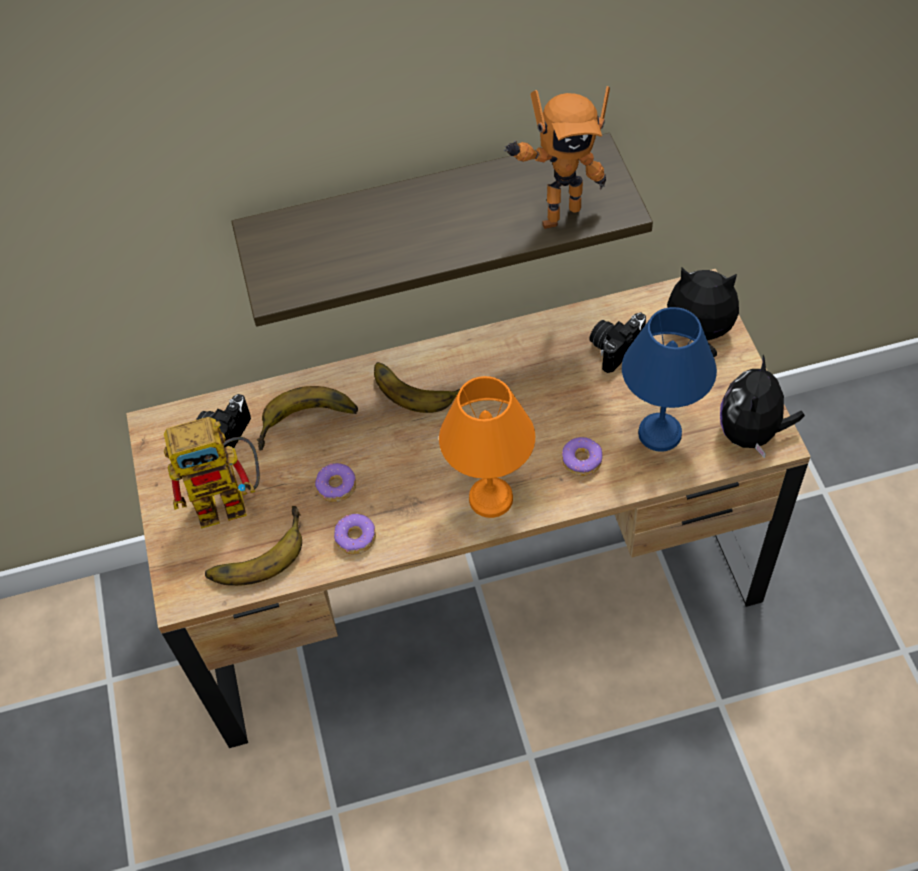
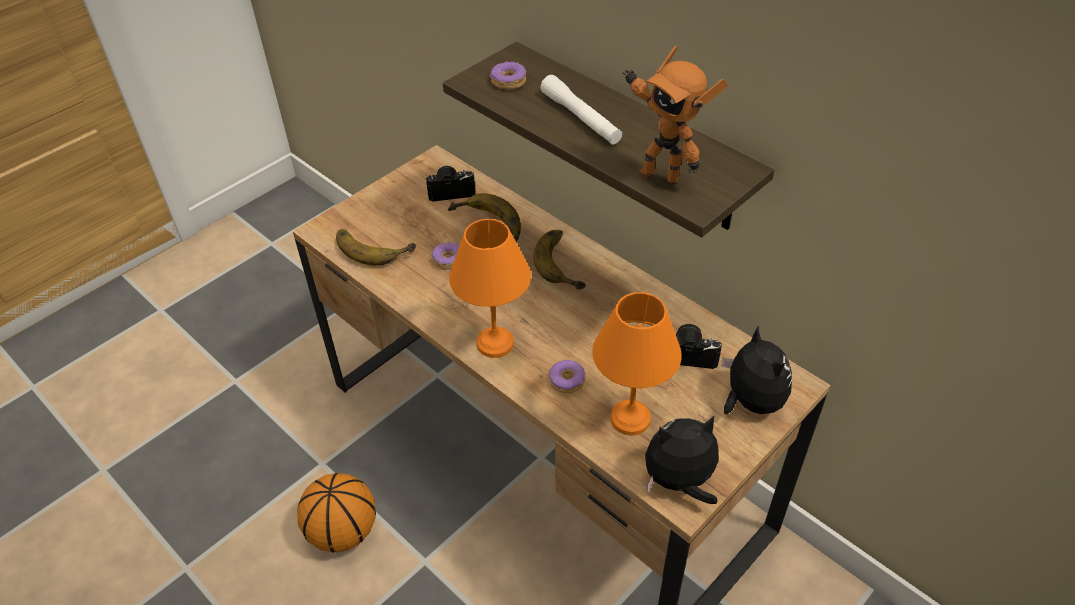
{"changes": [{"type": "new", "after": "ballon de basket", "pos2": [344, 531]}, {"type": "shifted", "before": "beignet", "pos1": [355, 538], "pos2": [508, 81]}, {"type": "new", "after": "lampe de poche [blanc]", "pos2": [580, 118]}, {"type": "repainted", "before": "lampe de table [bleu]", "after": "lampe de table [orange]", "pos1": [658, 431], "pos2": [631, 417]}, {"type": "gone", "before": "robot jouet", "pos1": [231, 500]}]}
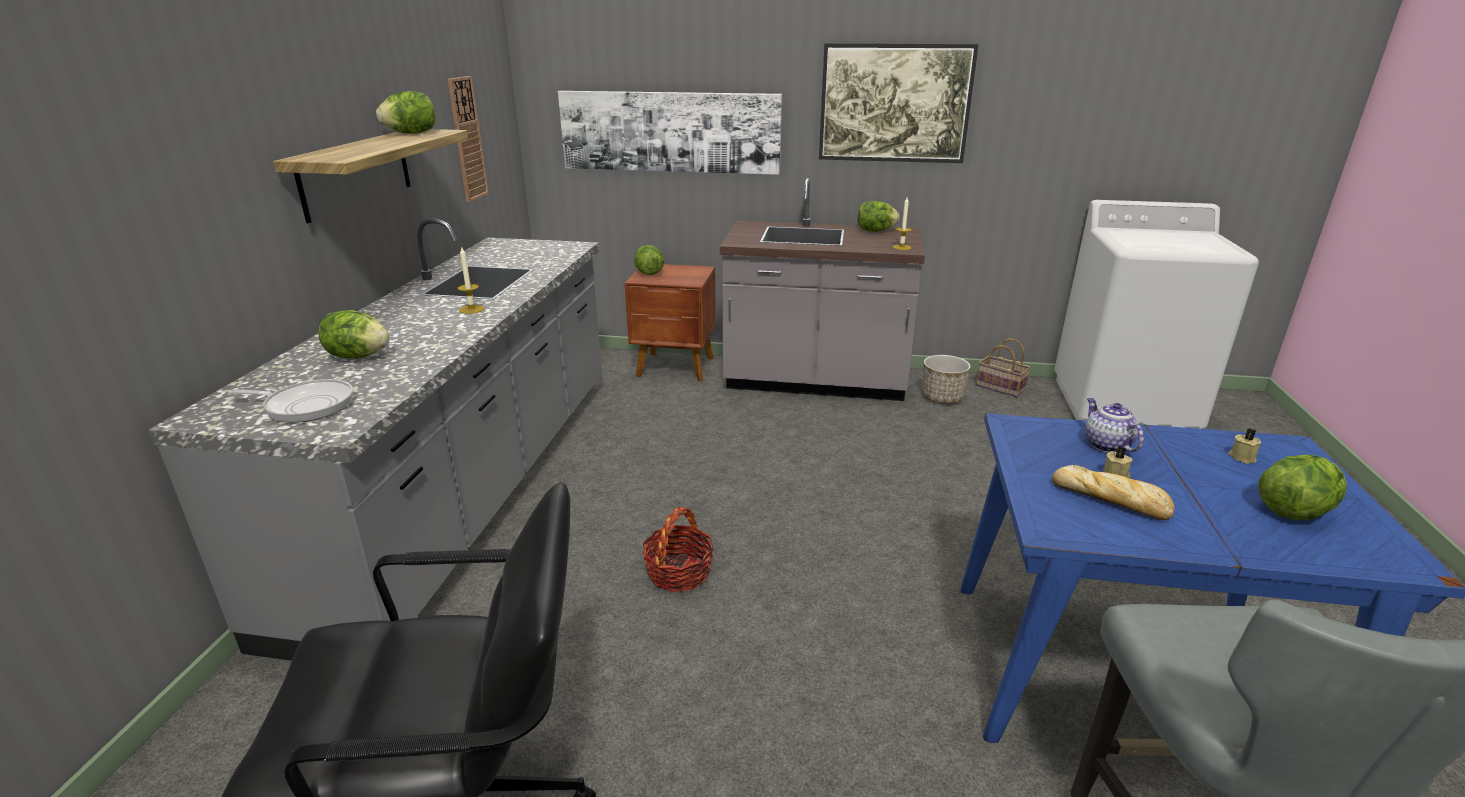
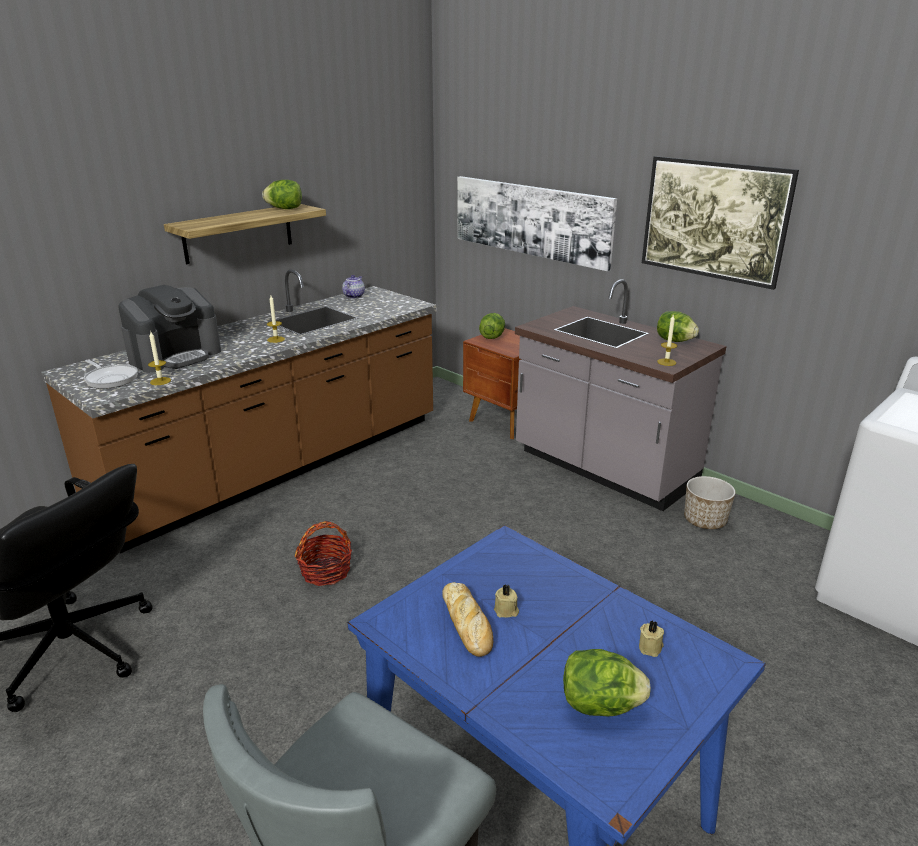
{"changes": [{"type": "repainted", "before": "comptoir de cuisine [gris]", "after": "comptoir de cuisine [marron]", "pos1": [472, 488], "pos2": [279, 466]}, {"type": "swapped", "before": "laitue", "after": "machine à café", "pos1": [358, 356], "pos2": [175, 356]}, {"type": "new", "after": "bougie", "pos2": [160, 381]}, {"type": "shifted", "before": "théière", "pos1": [1106, 444], "pos2": [354, 296]}, {"type": "gone", "before": "horloge murale", "pos1": [467, 139]}, {"type": "gone", "before": "panier", "pos1": [999, 387]}]}
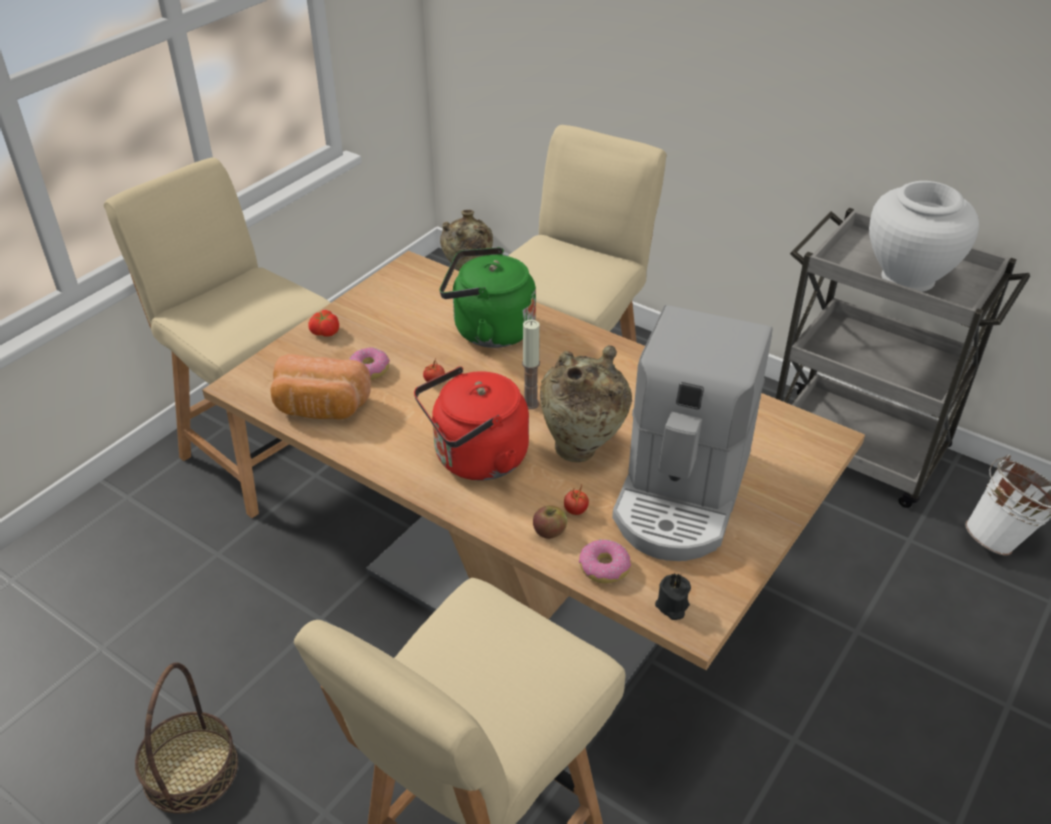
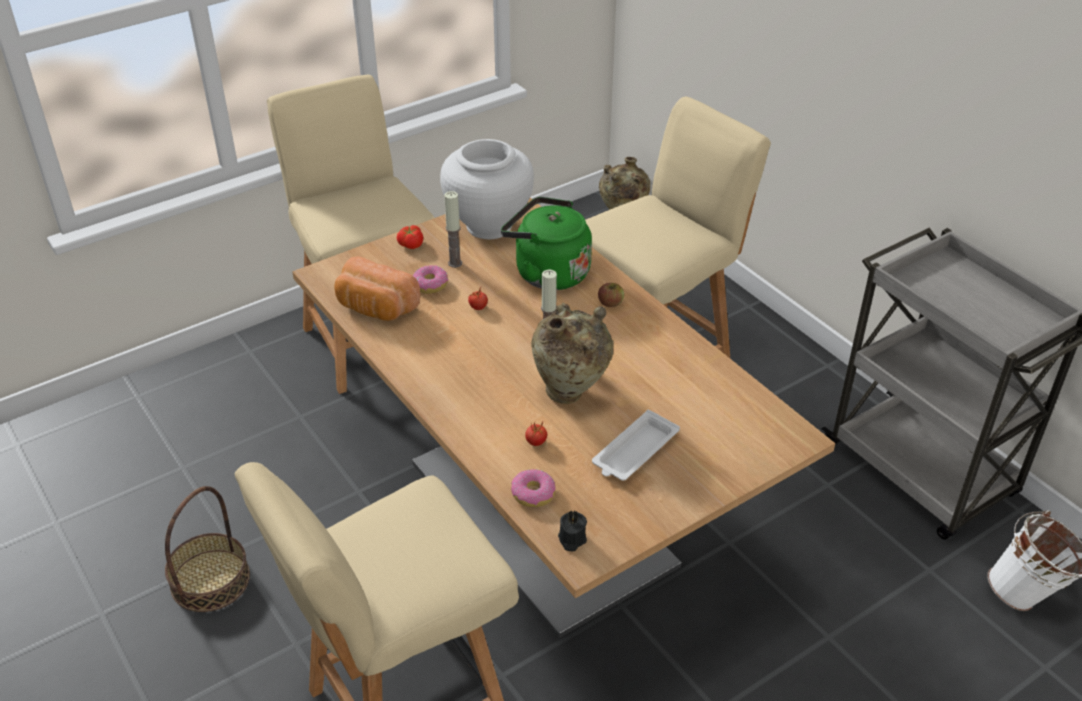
{"changes": [{"type": "shifted", "before": "vase [blanc]", "pos1": [908, 278], "pos2": [489, 226]}, {"type": "new", "after": "bougie", "pos2": [455, 263]}, {"type": "swapped", "before": "machine à café", "after": "plateau [blanc]", "pos1": [681, 494], "pos2": [634, 452]}, {"type": "shifted", "before": "pomme", "pos1": [549, 531], "pos2": [610, 303]}, {"type": "gone", "before": "bouilloire [rouge]", "pos1": [476, 459]}]}
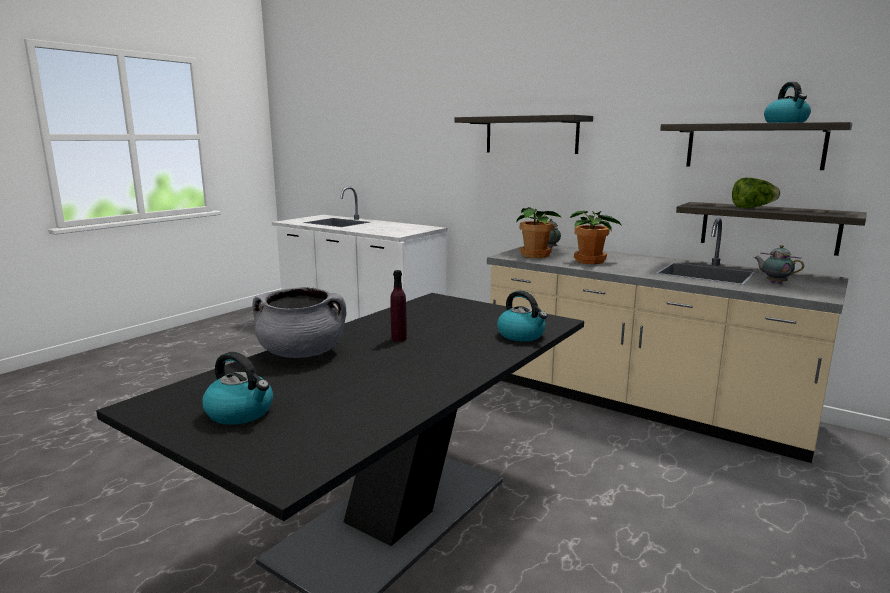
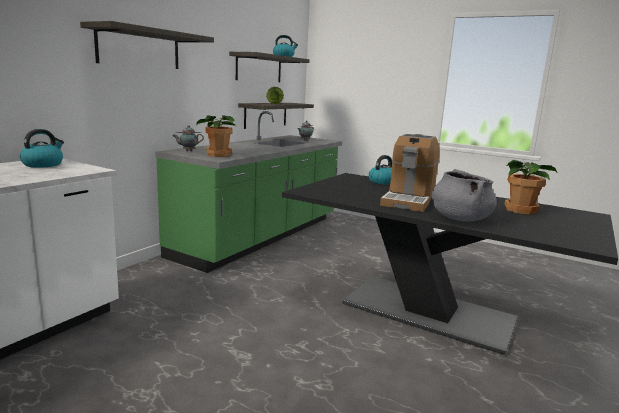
{"changes": [{"type": "shifted", "before": "bouilloire", "pos1": [241, 413], "pos2": [43, 164]}, {"type": "repainted", "before": "comptoir de cuisine [beige]", "after": "comptoir de cuisine [vert]", "pos1": [640, 403], "pos2": [260, 236]}, {"type": "swapped", "before": "bouteille [violet]", "after": "machine à café", "pos1": [399, 338], "pos2": [408, 200]}, {"type": "shifted", "before": "plante en pot", "pos1": [591, 261], "pos2": [521, 210]}]}
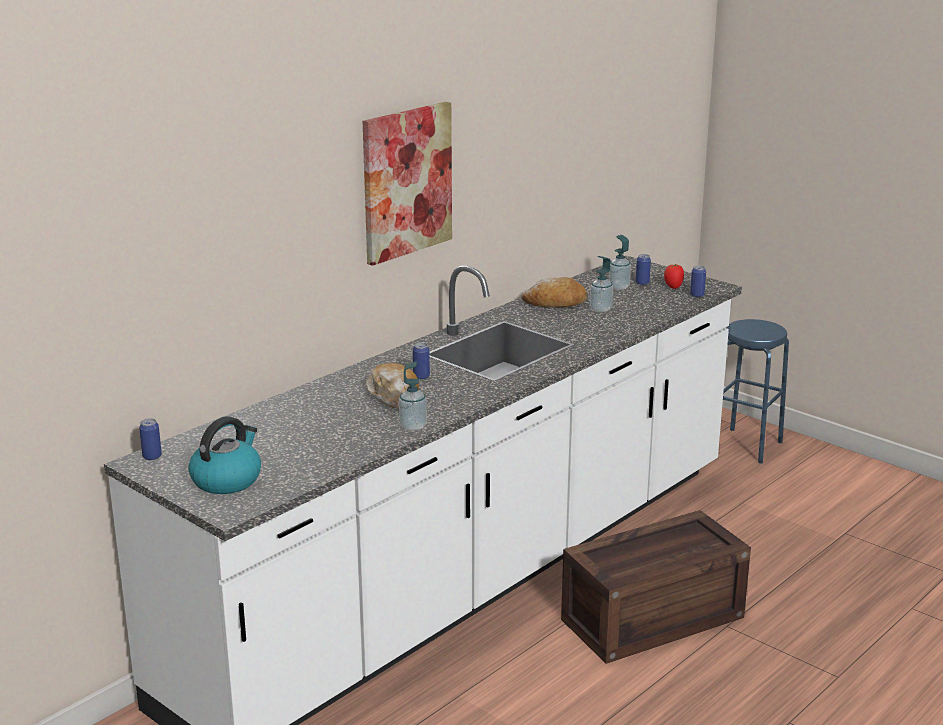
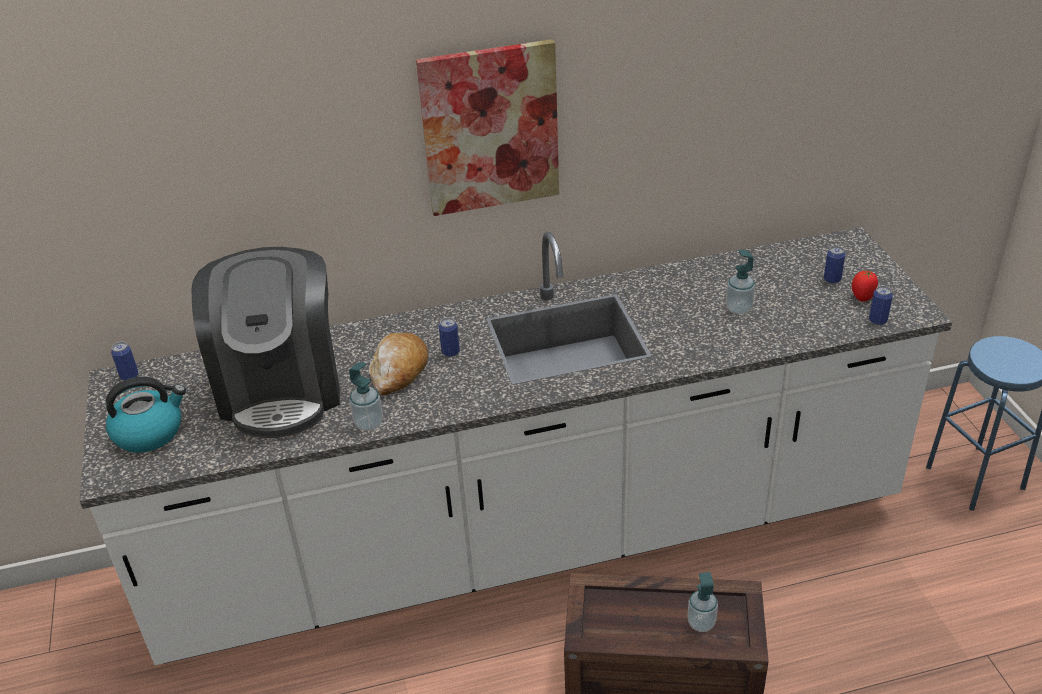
{"changes": [{"type": "new", "after": "machine à café", "pos2": [282, 388]}, {"type": "shifted", "before": "distributeur de savon", "pos1": [619, 287], "pos2": [701, 623]}, {"type": "gone", "before": "pain", "pos1": [556, 302]}]}
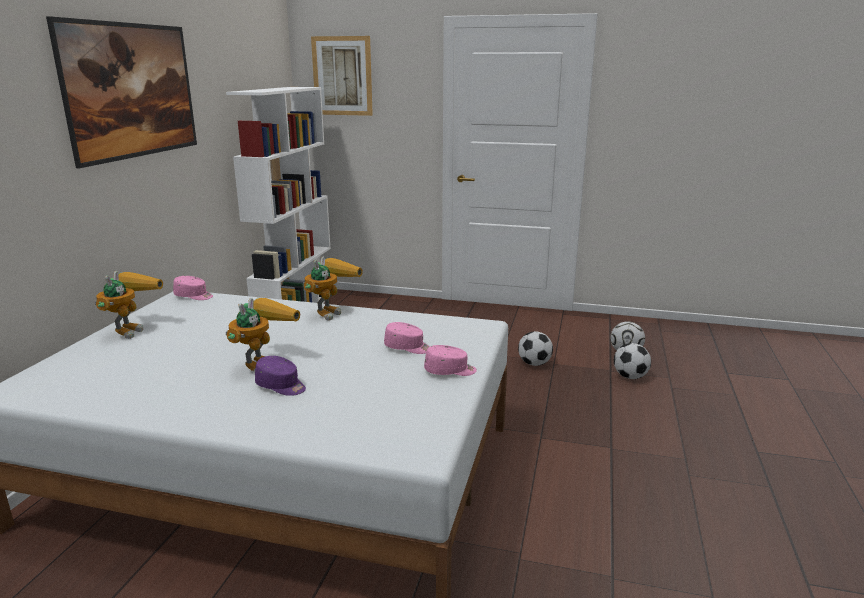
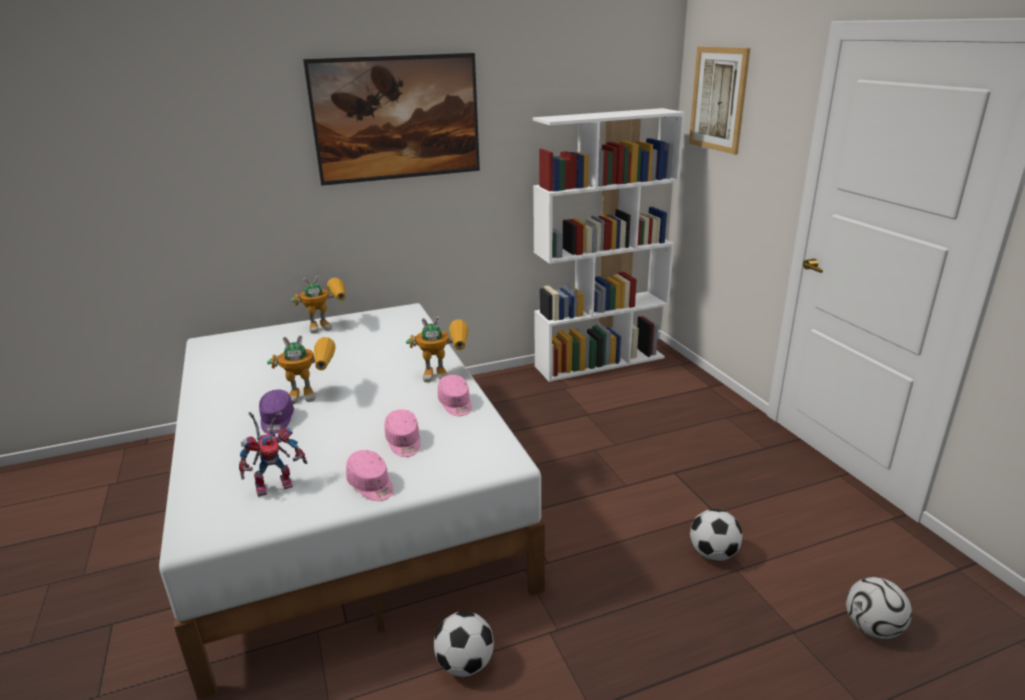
{"changes": [{"type": "new", "after": "robot jouet", "pos2": [277, 483]}, {"type": "shifted", "before": "ballon de foot", "pos1": [630, 377], "pos2": [465, 664]}, {"type": "shifted", "before": "casquette [rose]", "pos1": [194, 296], "pos2": [455, 404]}]}
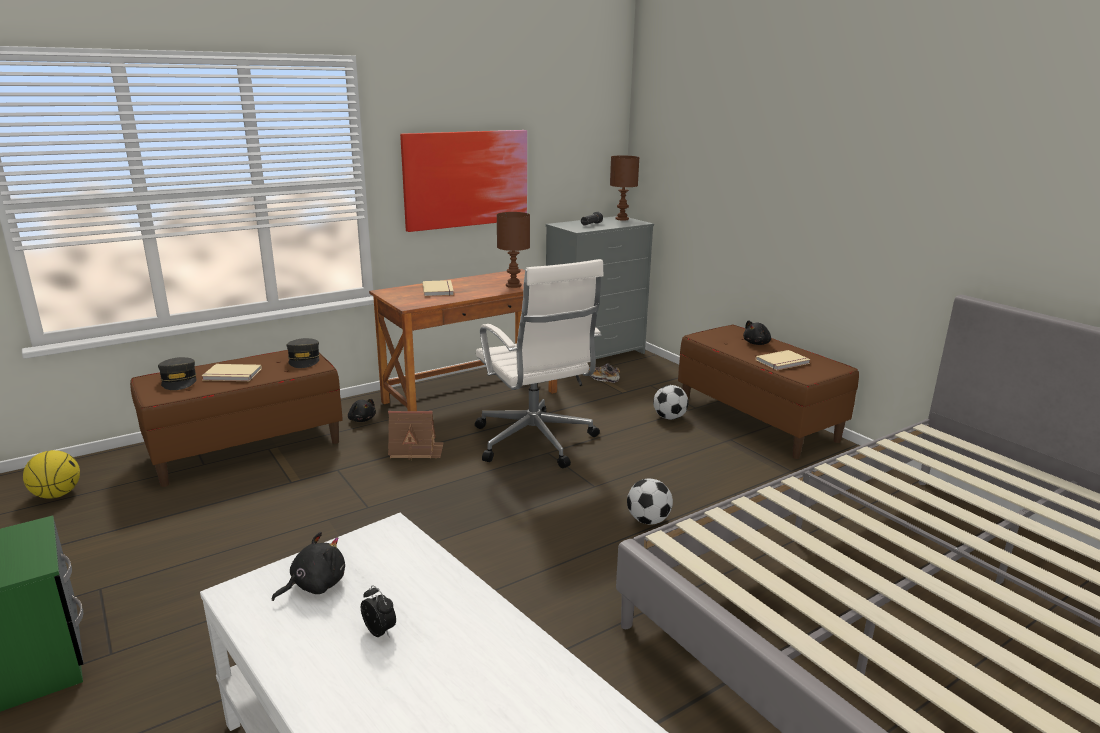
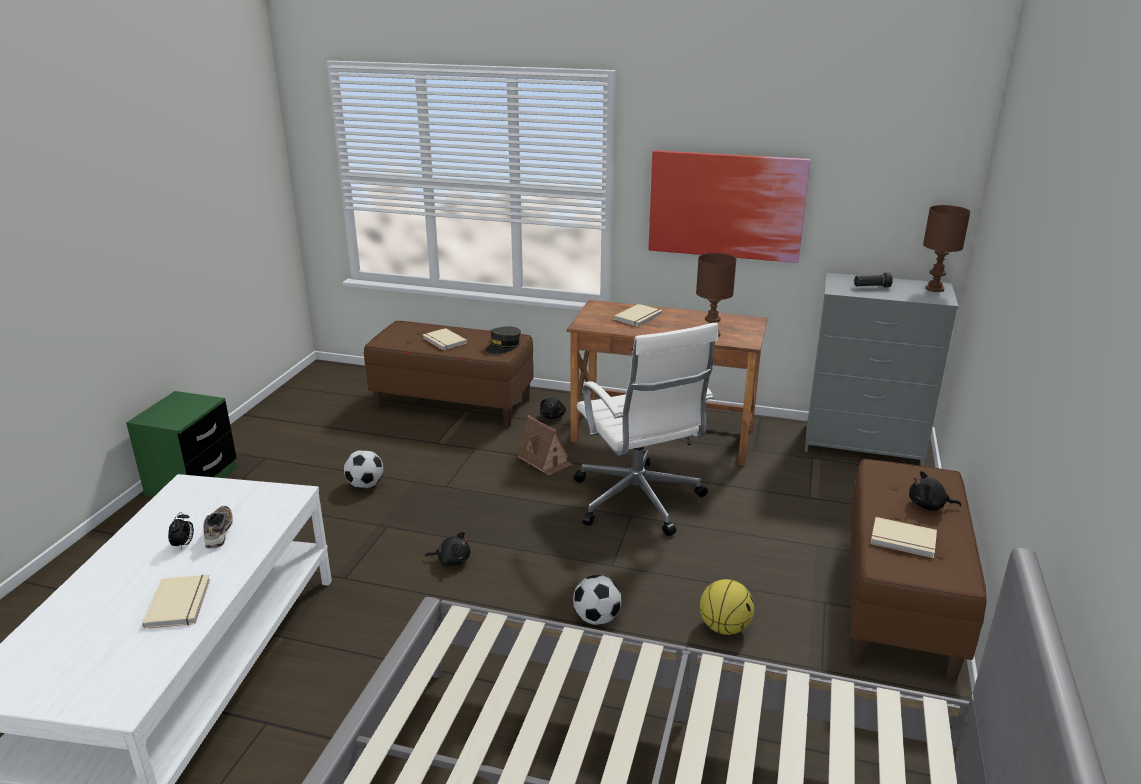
{"changes": [{"type": "new", "after": "livre [beige]", "pos2": [181, 603]}, {"type": "shifted", "before": "chaussure", "pos1": [603, 378], "pos2": [219, 533]}, {"type": "shifted", "before": "ballon de foot", "pos1": [669, 417], "pos2": [365, 485]}, {"type": "shifted", "before": "peluche [noir]", "pos1": [315, 585], "pos2": [452, 560]}, {"type": "rotated", "before": "chaise de bureau [blanc]", "pos1": [535, 442], "pos2": [638, 502], "turn": -45}, {"type": "shifted", "before": "ballon de basket", "pos1": [57, 494], "pos2": [725, 627]}, {"type": "gone", "before": "casquette [gris]", "pos1": [179, 381]}]}
